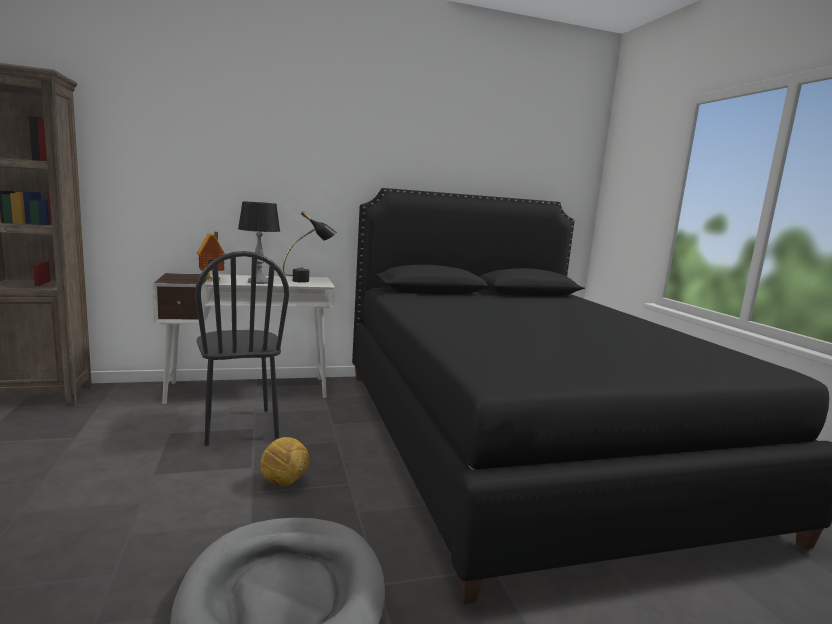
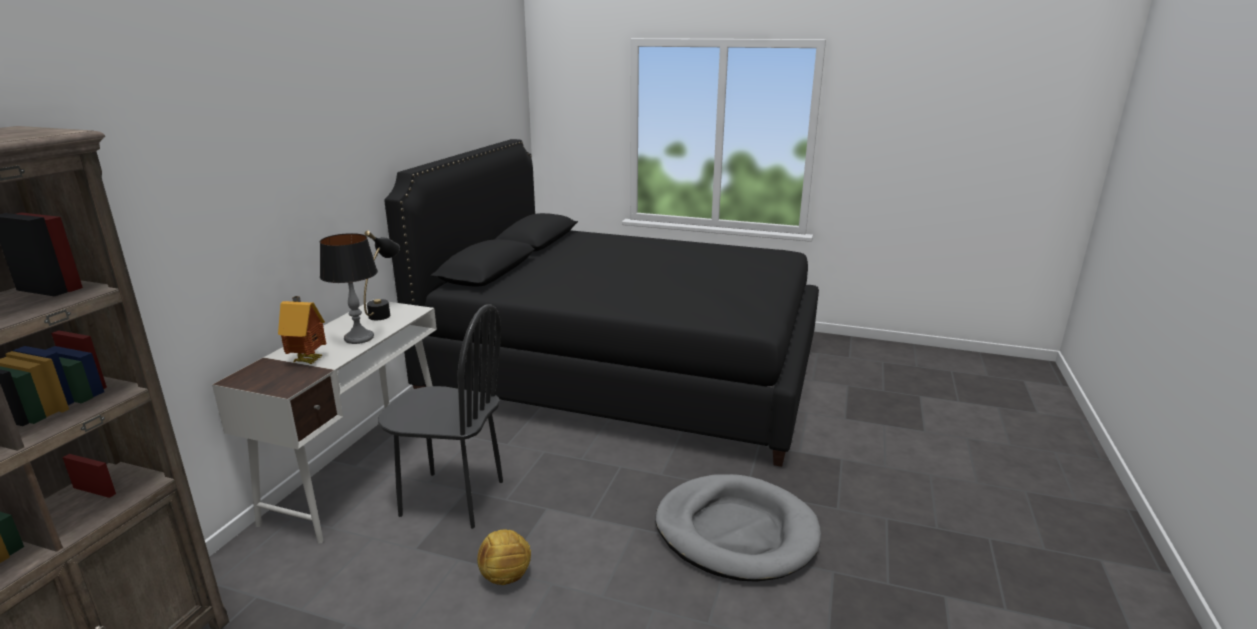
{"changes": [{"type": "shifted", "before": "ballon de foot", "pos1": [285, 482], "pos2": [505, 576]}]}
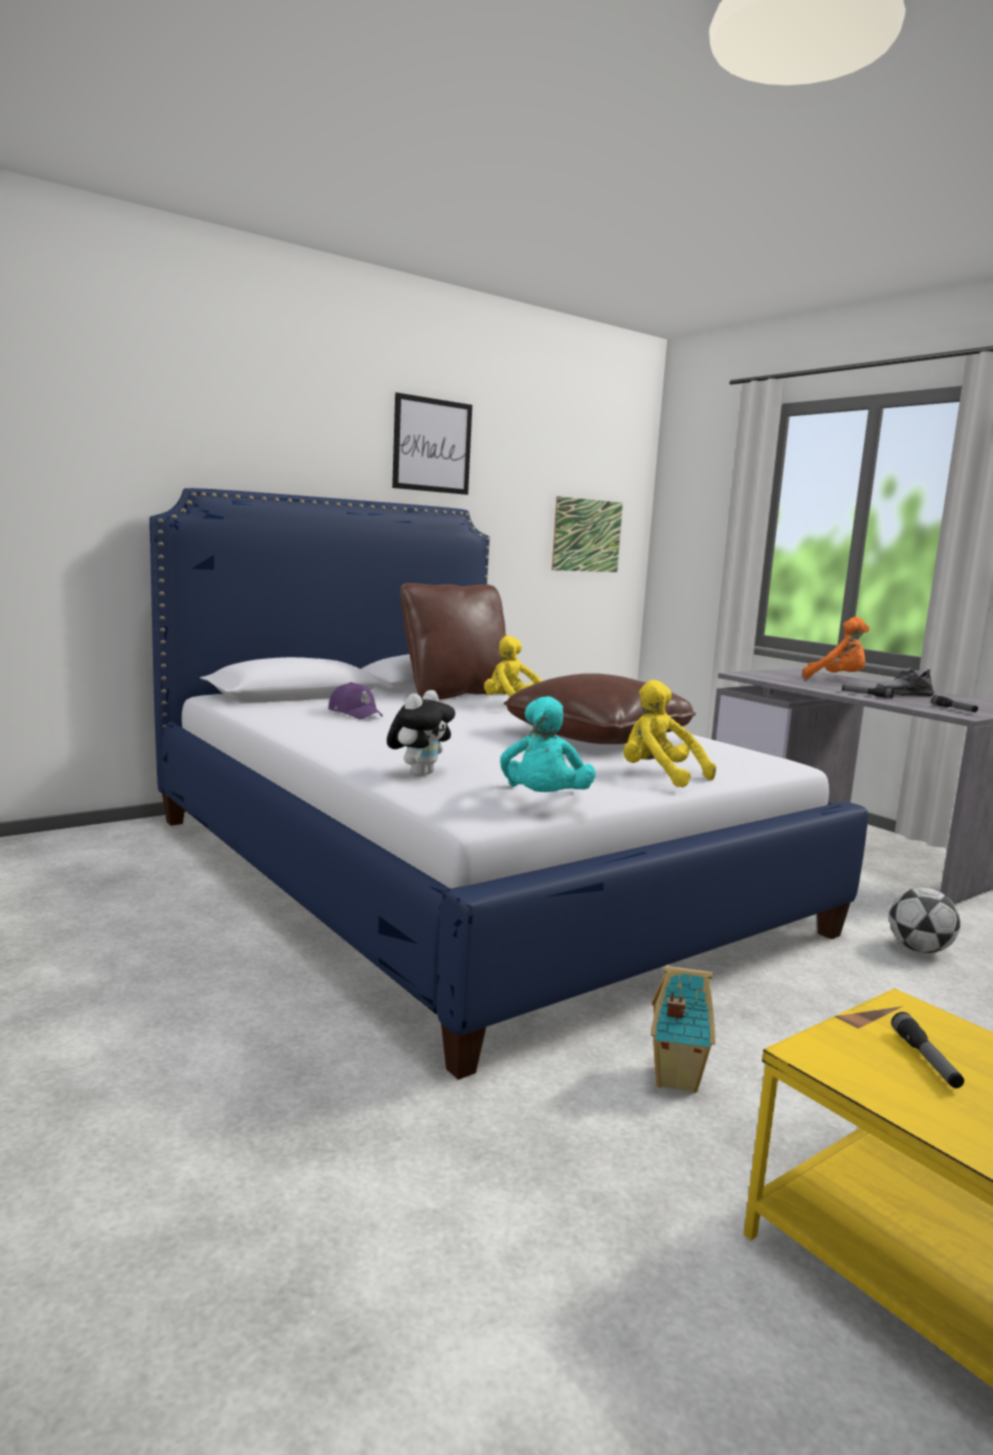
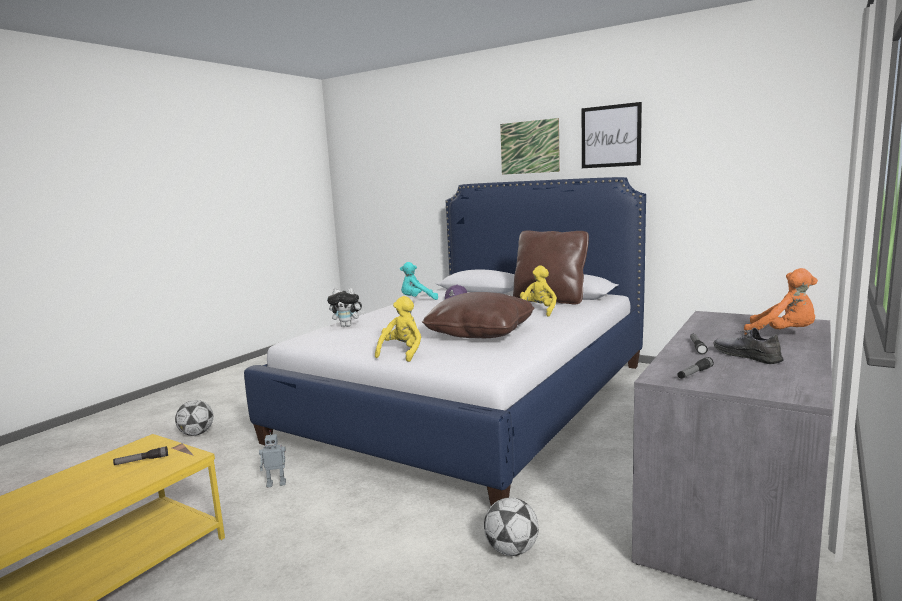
{"changes": [{"type": "new", "after": "ballon de foot", "pos2": [197, 434]}, {"type": "swapped", "before": "maison miniature", "after": "robot jouet", "pos1": [674, 1078], "pos2": [276, 483]}, {"type": "shifted", "before": "peluche [turquoise]", "pos1": [543, 801], "pos2": [417, 300]}, {"type": "shifted", "before": "tableau", "pos1": [587, 535], "pos2": [529, 147]}, {"type": "rotated", "before": "peluche [orange]", "pos1": [836, 679], "pos2": [783, 334], "turn": -60}]}
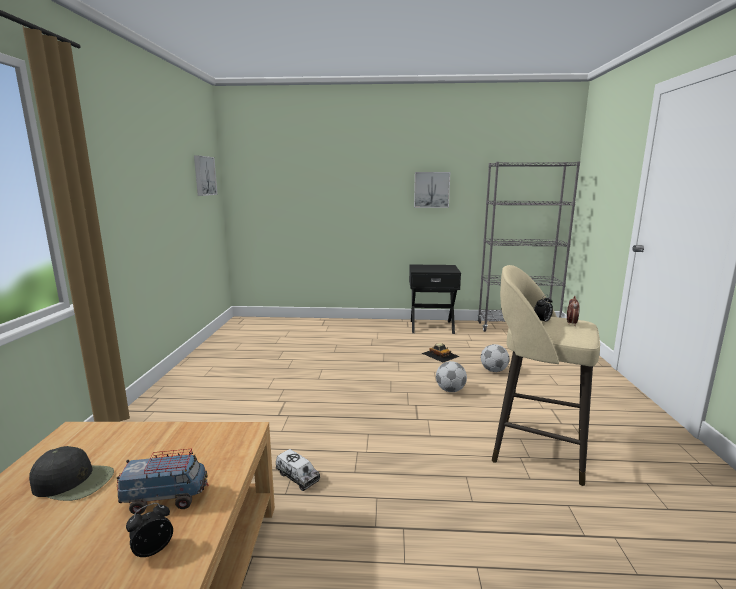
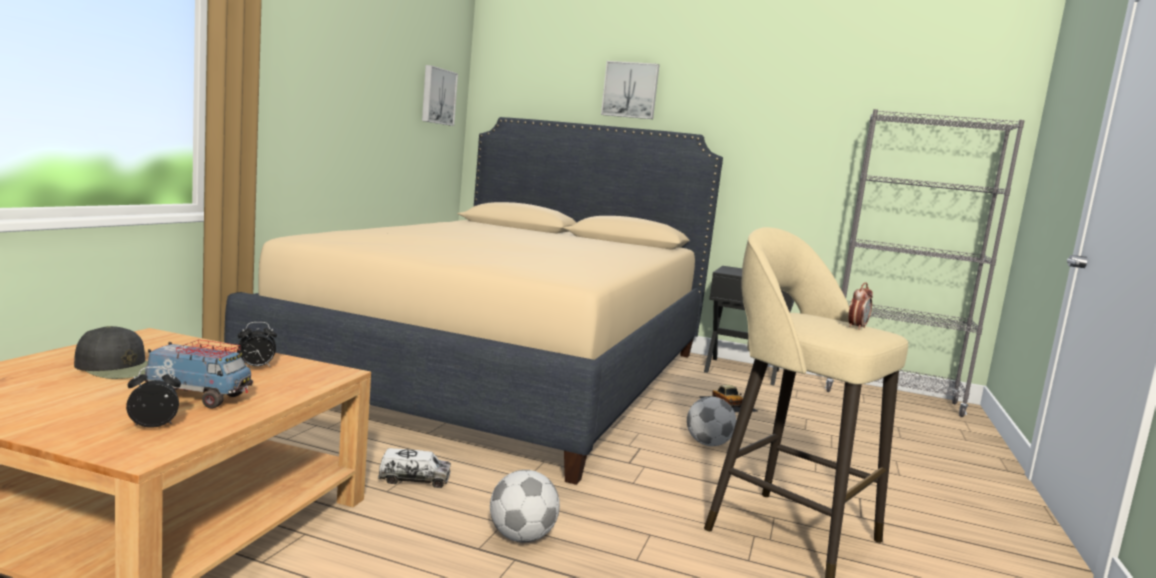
{"changes": [{"type": "new", "after": "lit [beige]", "pos2": [508, 372]}, {"type": "shifted", "before": "réveil", "pos1": [542, 322], "pos2": [256, 367]}, {"type": "rotated", "before": "camion jouet", "pos1": [297, 477], "pos2": [414, 479], "turn": -60}, {"type": "shifted", "before": "ballon de foot", "pos1": [494, 370], "pos2": [522, 538]}, {"type": "shifted", "before": "tableau", "pos1": [431, 189], "pos2": [630, 90]}]}
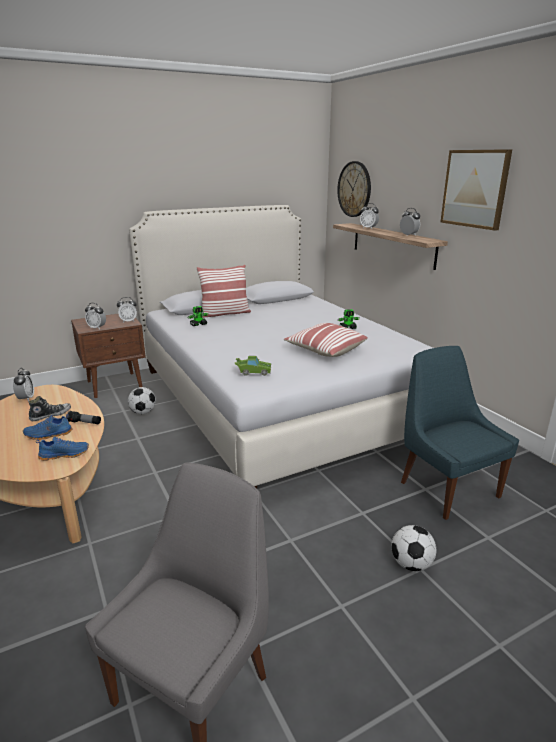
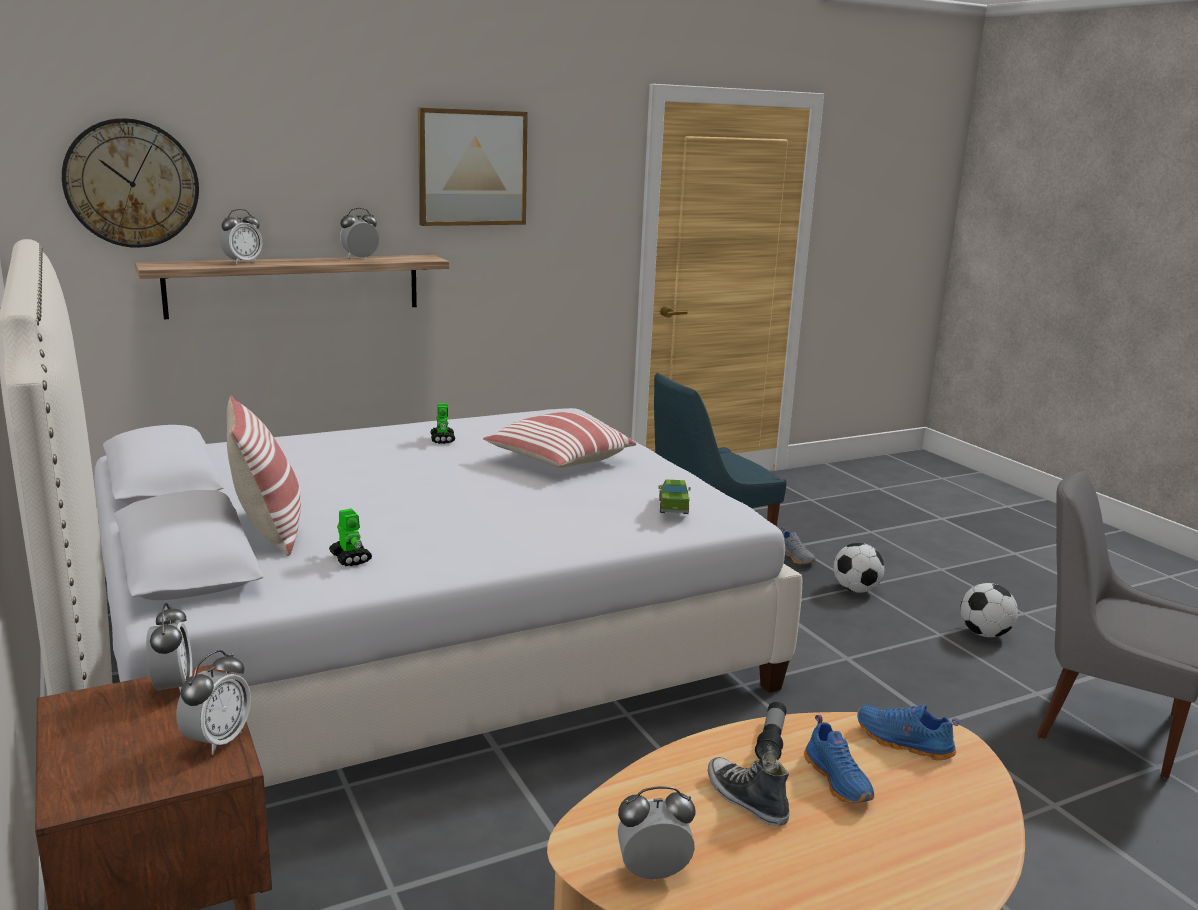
{"changes": [{"type": "new", "after": "chaussure [gris]", "pos2": [796, 557]}, {"type": "rotated", "before": "chaussure [bleu]", "pos1": [64, 454], "pos2": [903, 742], "turn": -45}, {"type": "shifted", "before": "ballon de foot", "pos1": [143, 412], "pos2": [984, 634]}]}
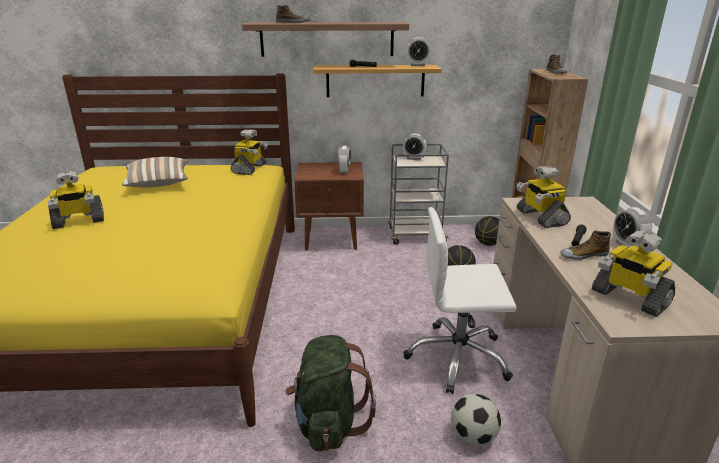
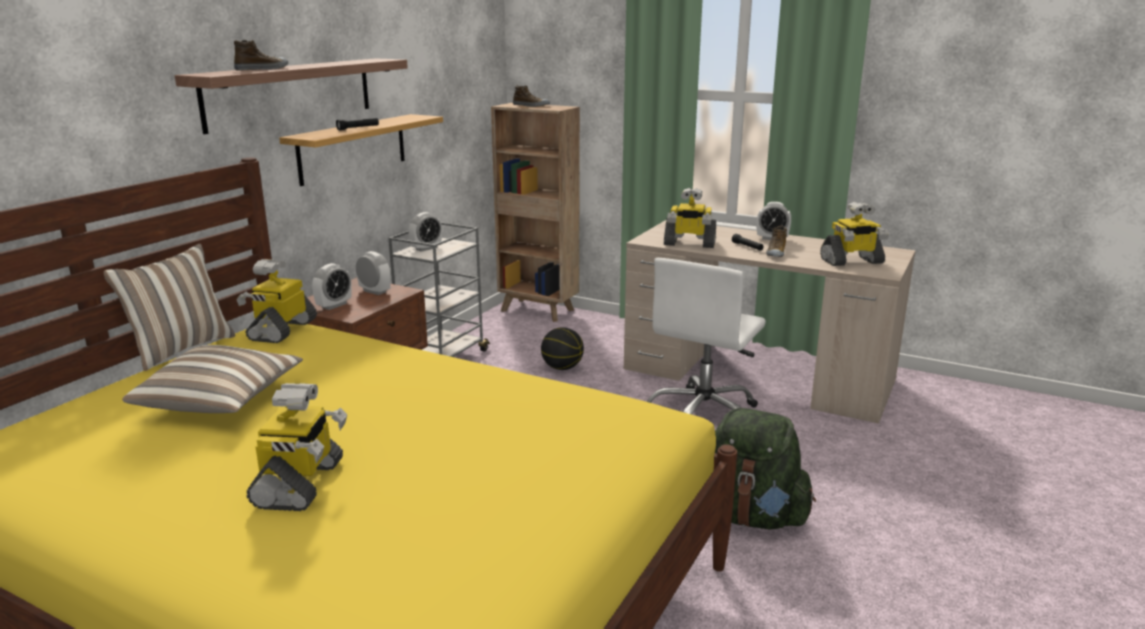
{"changes": [{"type": "new", "after": "coussin", "pos2": [180, 349]}, {"type": "rotated", "before": "robot jouet", "pos1": [250, 169], "pos2": [282, 330], "turn": -120}, {"type": "shifted", "before": "réveil", "pos1": [417, 65], "pos2": [334, 305]}, {"type": "gone", "before": "ballon de foot", "pos1": [473, 436]}, {"type": "gone", "before": "ballon de basket", "pos1": [488, 244]}]}
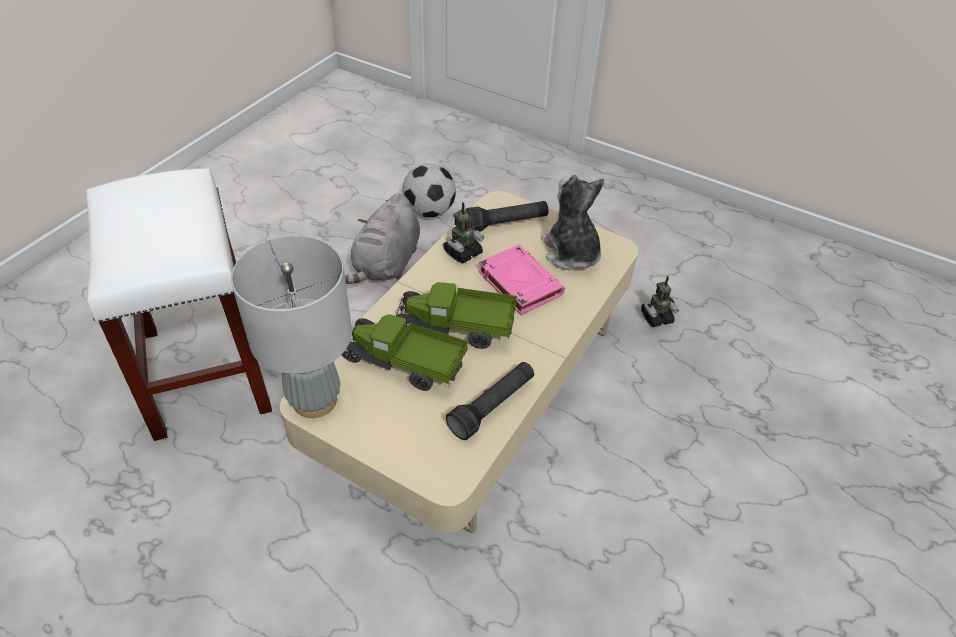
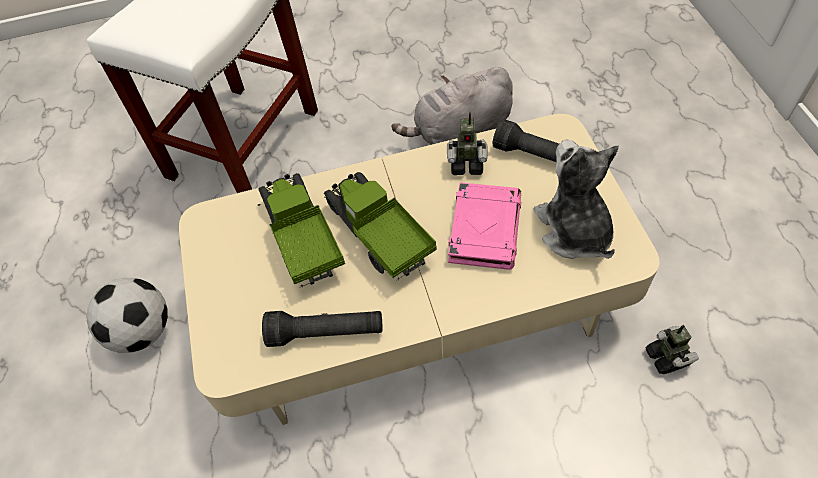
{"changes": [{"type": "shifted", "before": "ballon de foot", "pos1": [429, 211], "pos2": [142, 331]}, {"type": "rotated", "before": "peluche", "pos1": [571, 253], "pos2": [573, 230], "turn": -45}, {"type": "rotated", "before": "robot jouet", "pos1": [656, 318], "pos2": [667, 357], "turn": -135}, {"type": "gone", "before": "lampe de table [gris]", "pos1": [315, 400]}]}
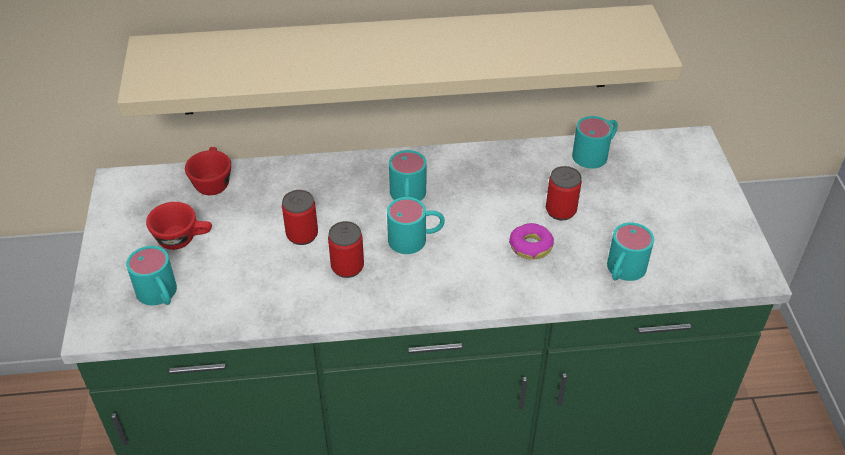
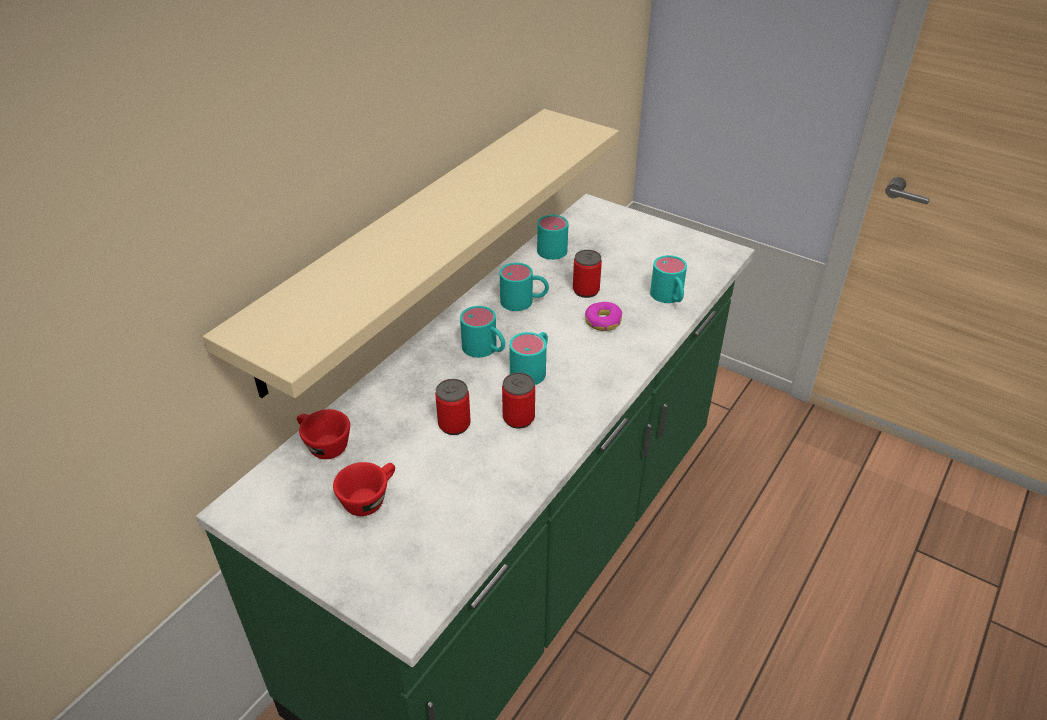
{"changes": [{"type": "shifted", "before": "mug [turquoise]", "pos1": [160, 296], "pos2": [524, 301]}]}
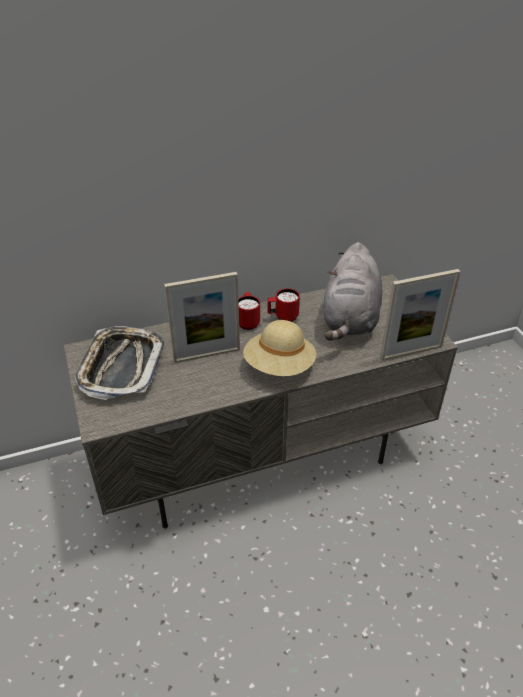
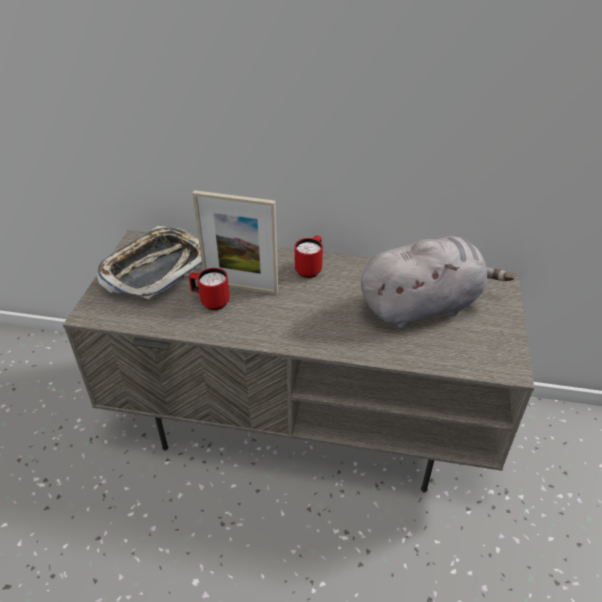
{"changes": [{"type": "shifted", "before": "mug [rouge]", "pos1": [283, 317], "pos2": [210, 302]}, {"type": "rotated", "before": "peluche [gris]", "pos1": [350, 319], "pos2": [424, 306], "turn": -150}, {"type": "gone", "before": "chapeau [beige]", "pos1": [279, 366]}, {"type": "gone", "before": "cadre photo", "pos1": [411, 352]}]}
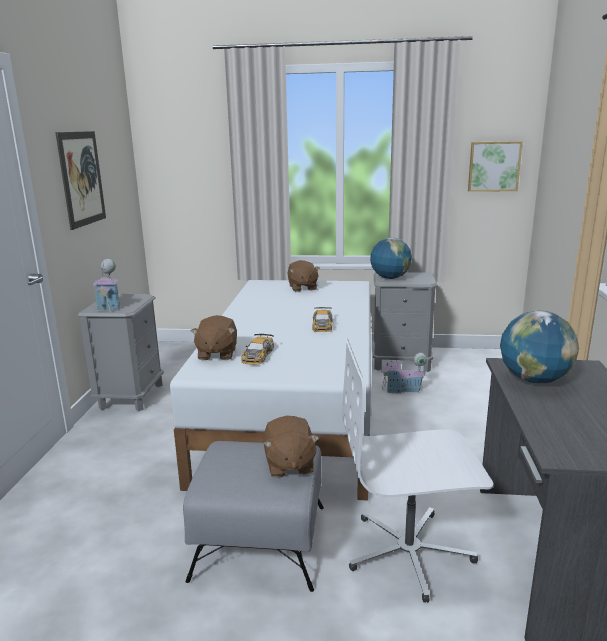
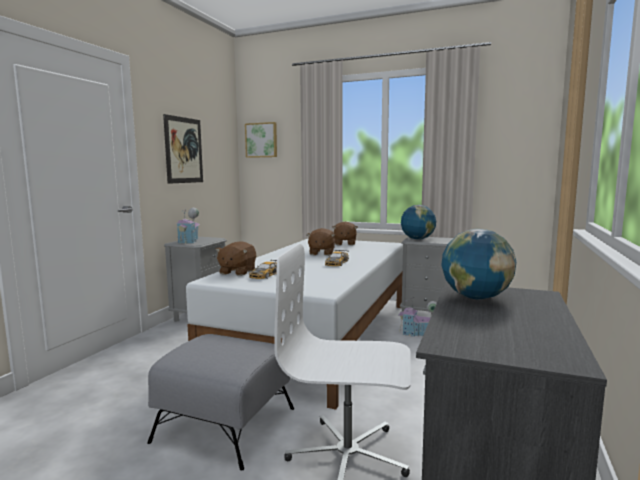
{"changes": [{"type": "shifted", "before": "tableau", "pos1": [493, 166], "pos2": [261, 140]}, {"type": "shifted", "before": "peluche [marron]", "pos1": [289, 465], "pos2": [321, 253]}]}
